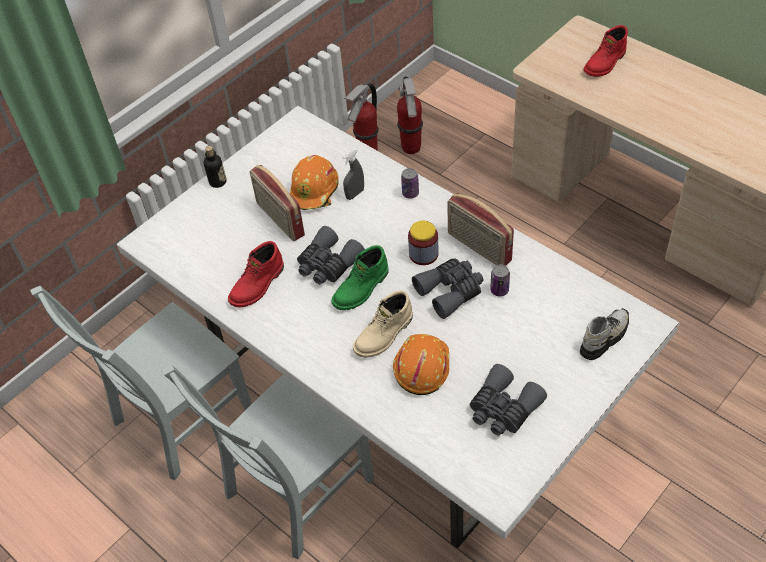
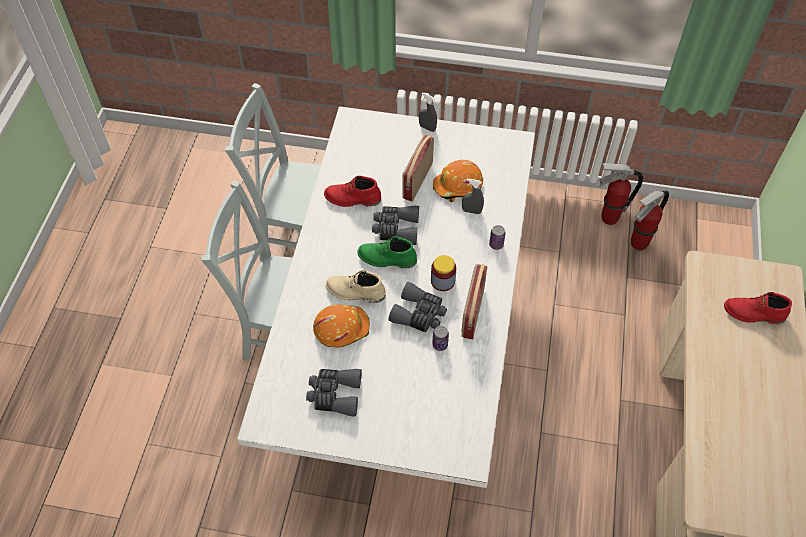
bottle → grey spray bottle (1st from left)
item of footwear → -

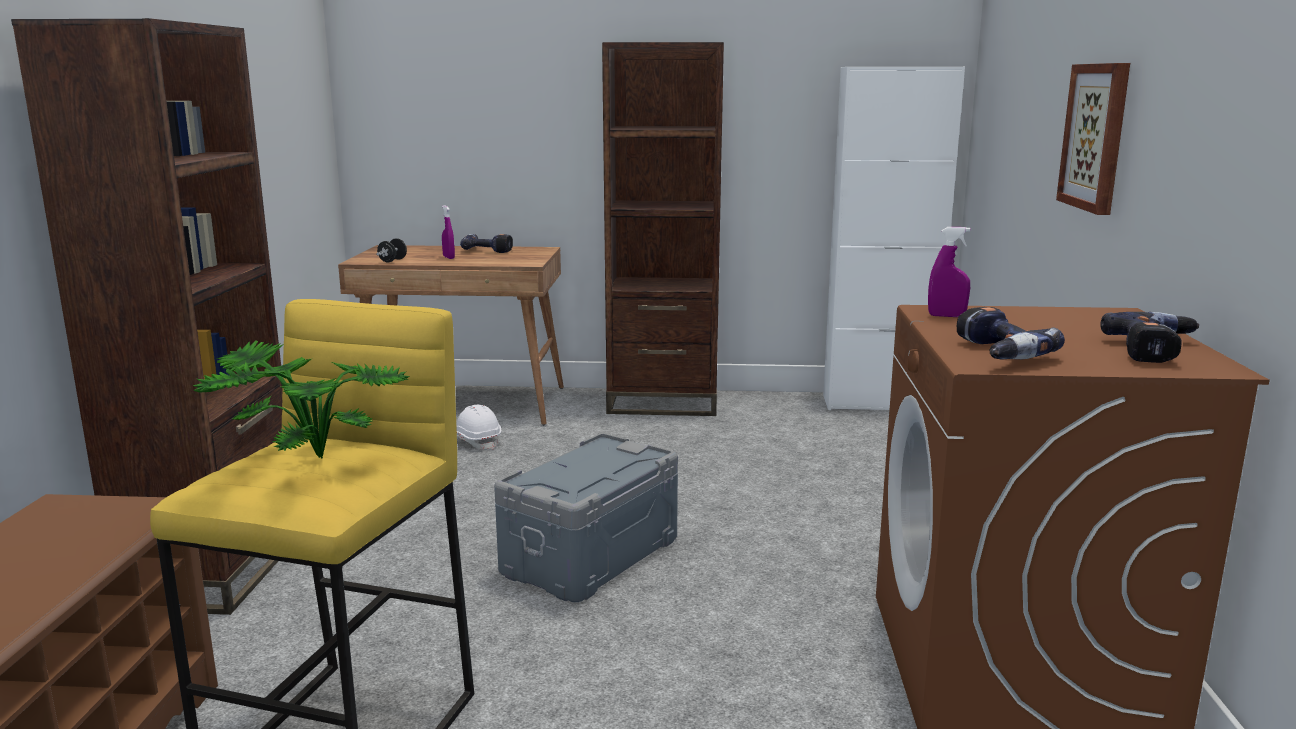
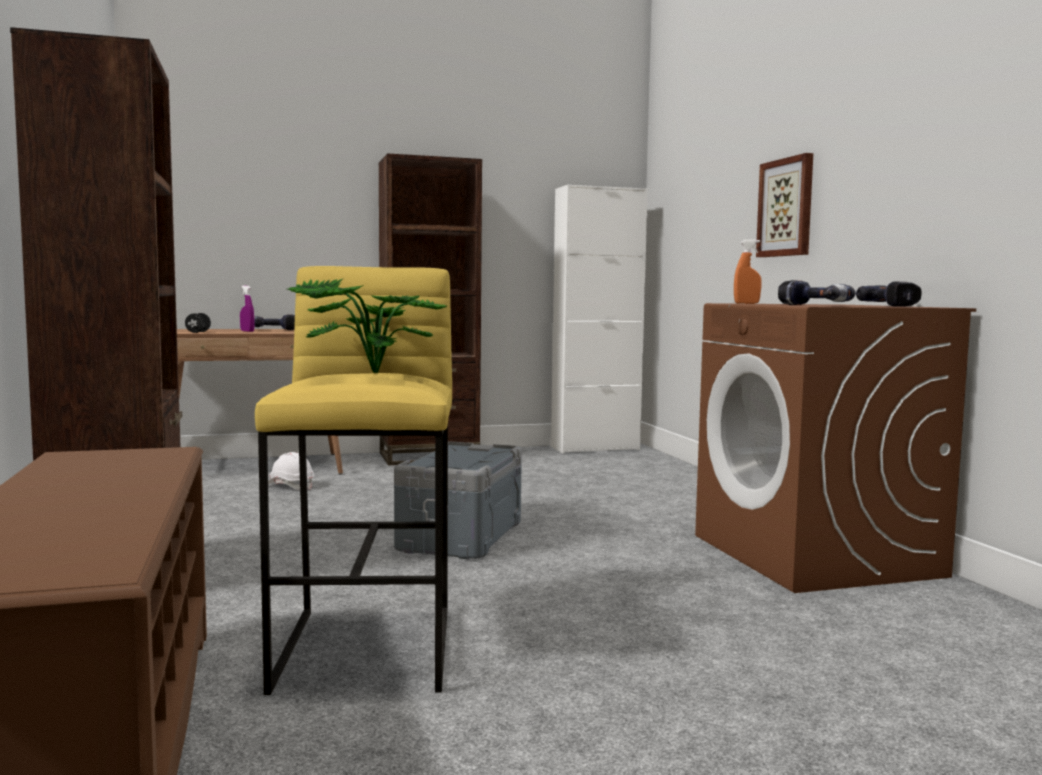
purplish spray bottle (2nd from left) → orangey spray bottle

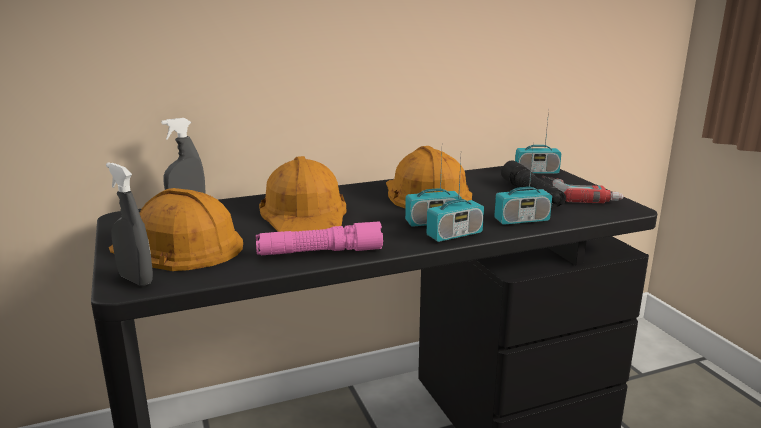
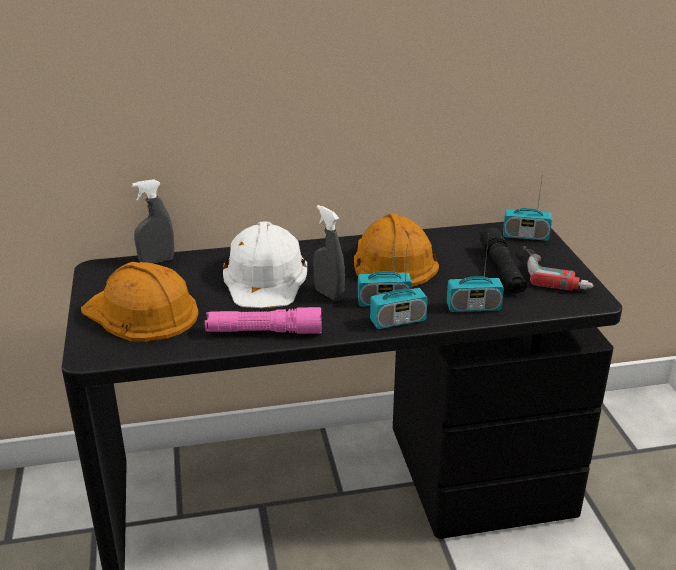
orangey safety helmet (2nd from left) → white-coloured safety helmet
grey spray bottle (1st from left in the first image) → grey spray bottle (2nd from left), move

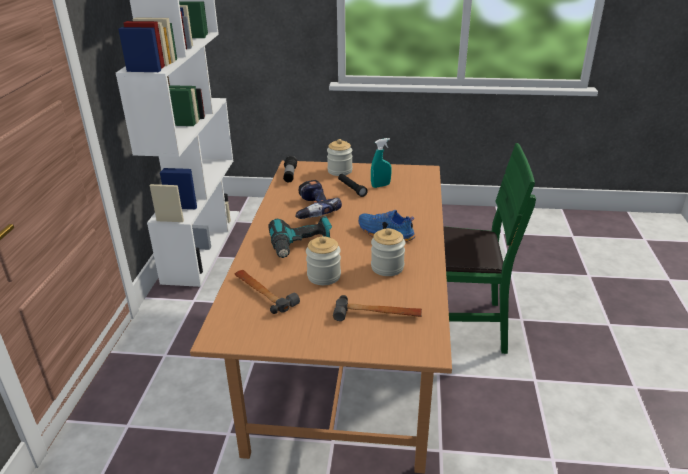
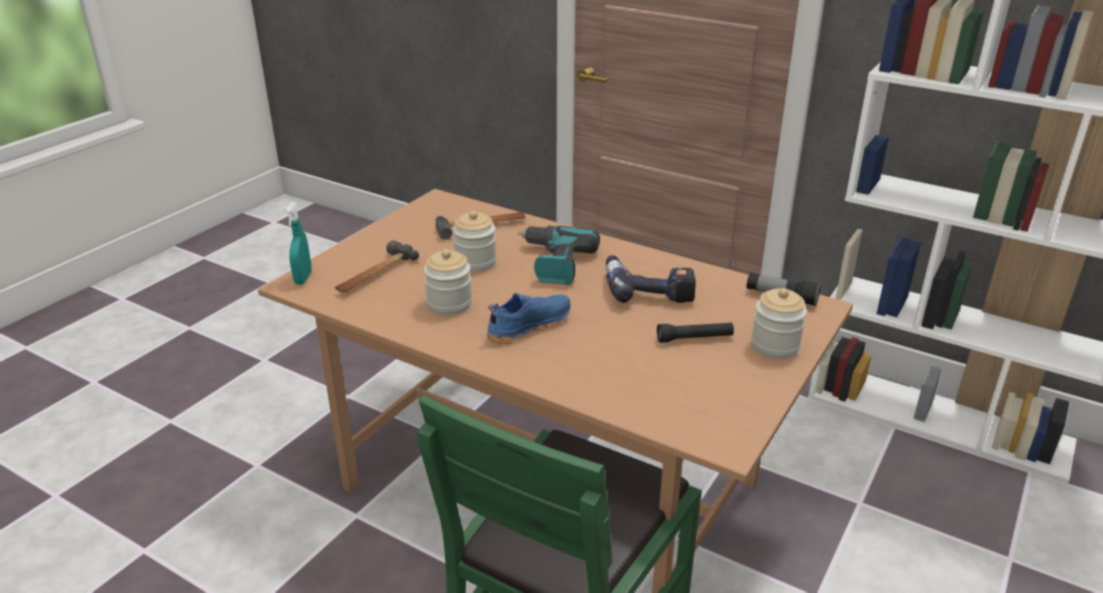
blue-green spray bottle, move

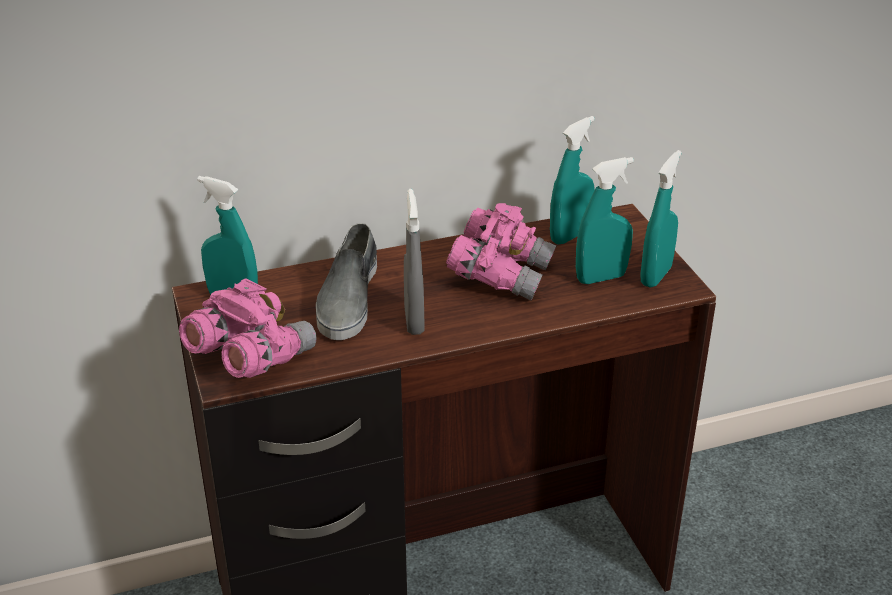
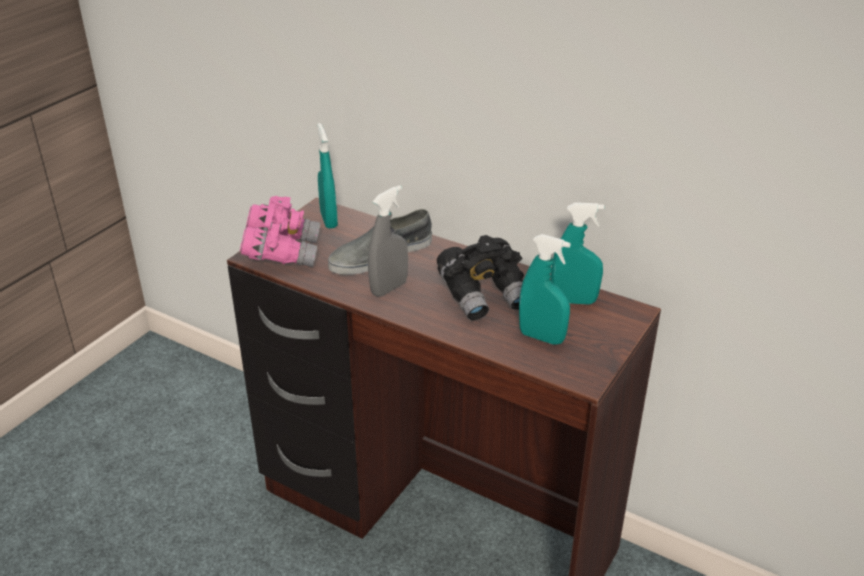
pink-coloured binoculars (2nd from left) → black-coloured binoculars
blue-green spray bottle (4th from left) → -

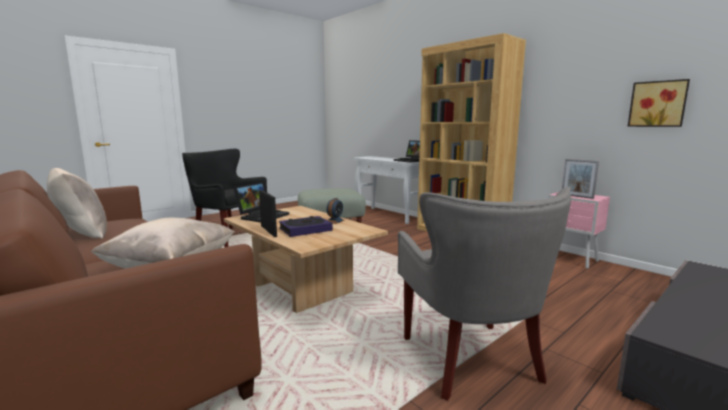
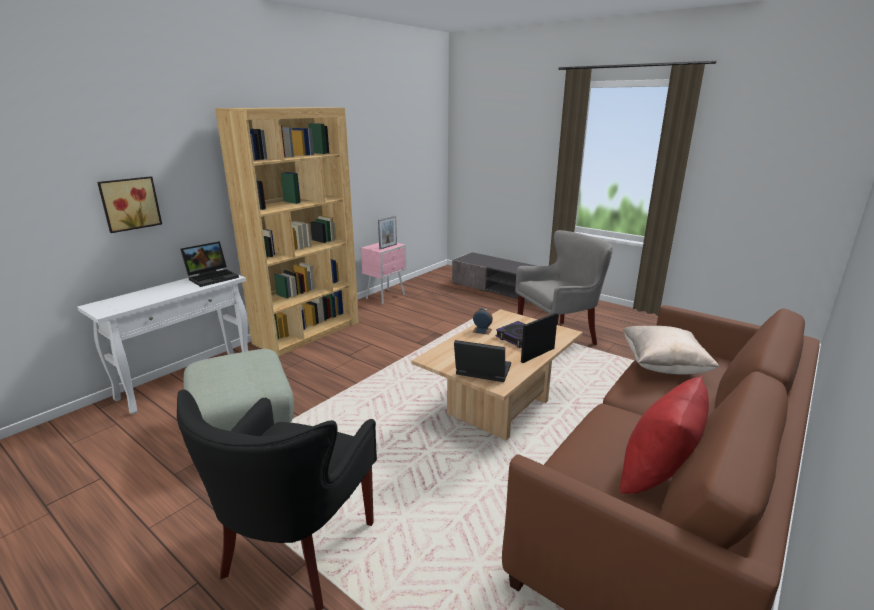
picture, move
beige pillow (1st from left) → red-coloured pillow

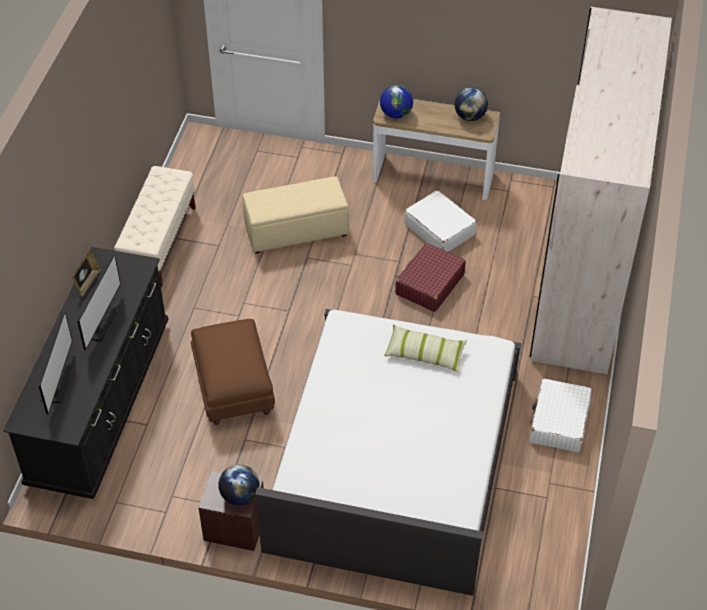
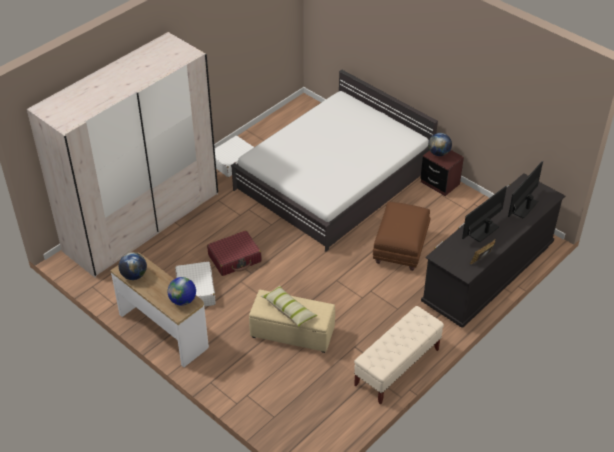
pillow, move

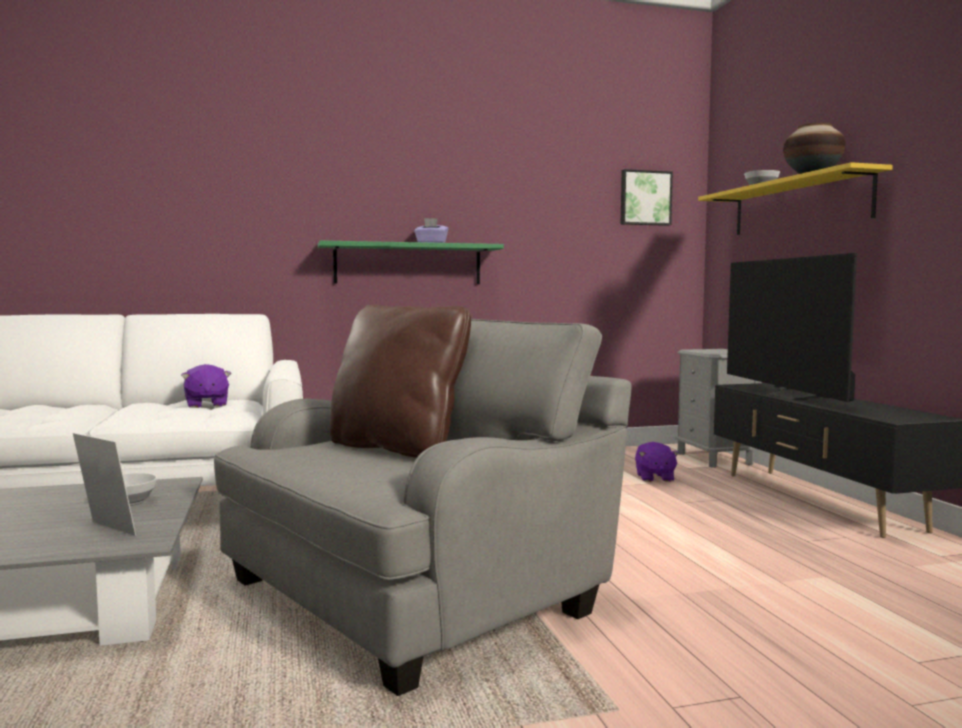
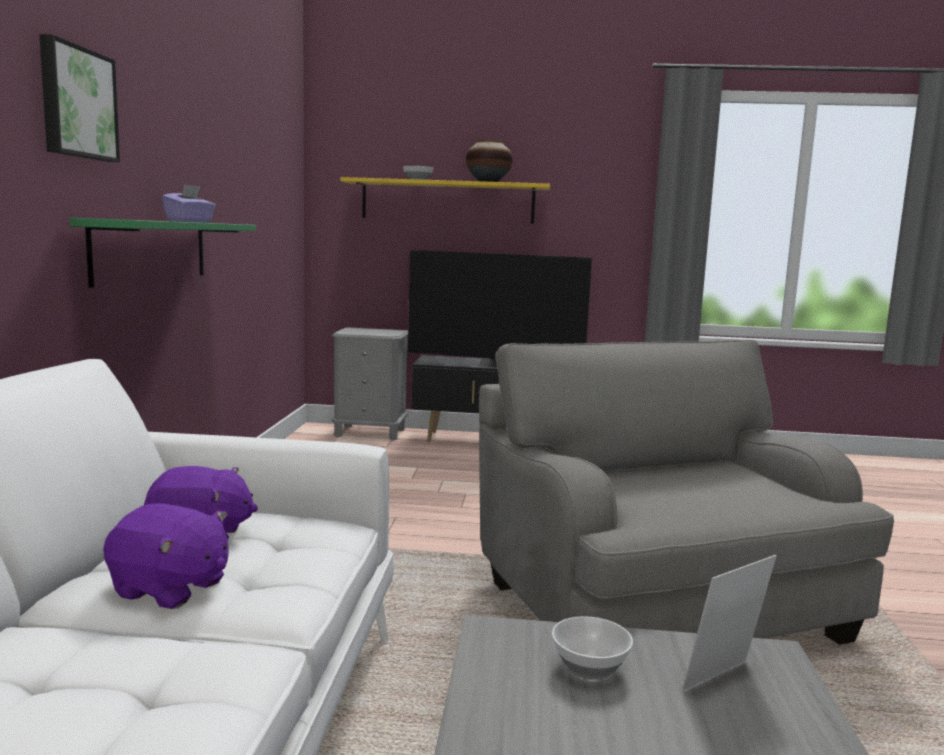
picture, move
purplish plush toy (2nd from left in the first image) → purplish plush toy (1st from left), move
brown-coloured pillow → -

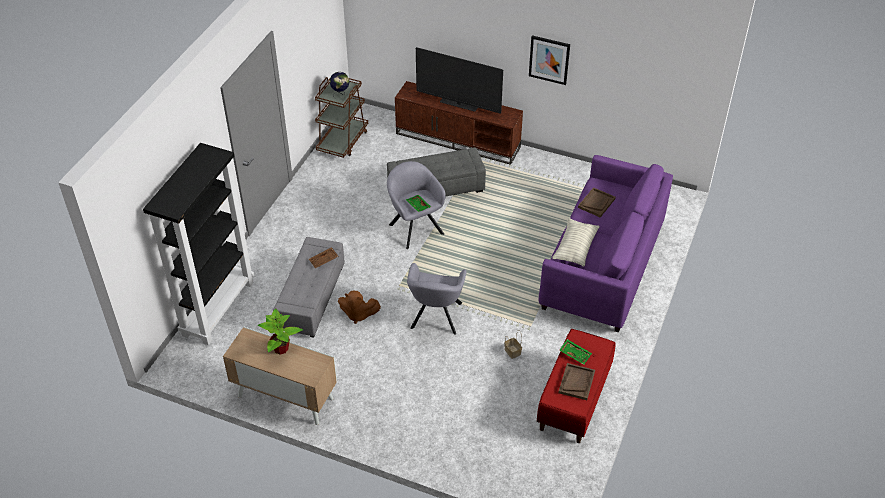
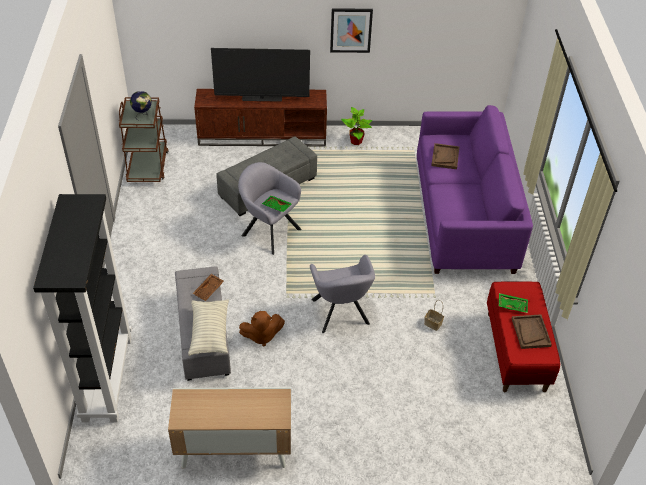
pillow, move
potted plant, move

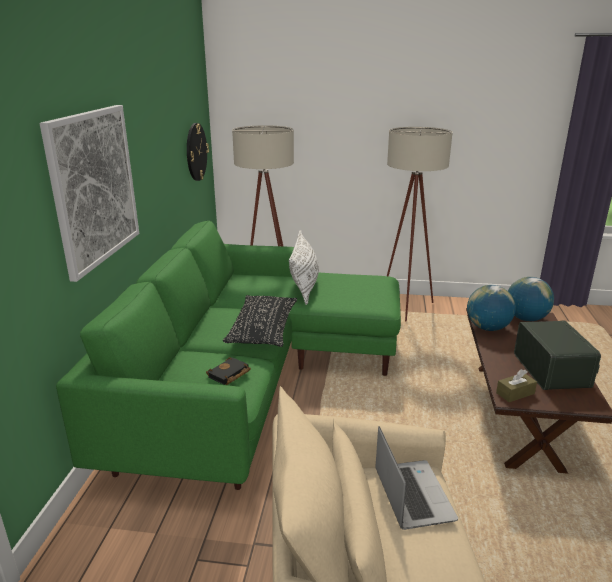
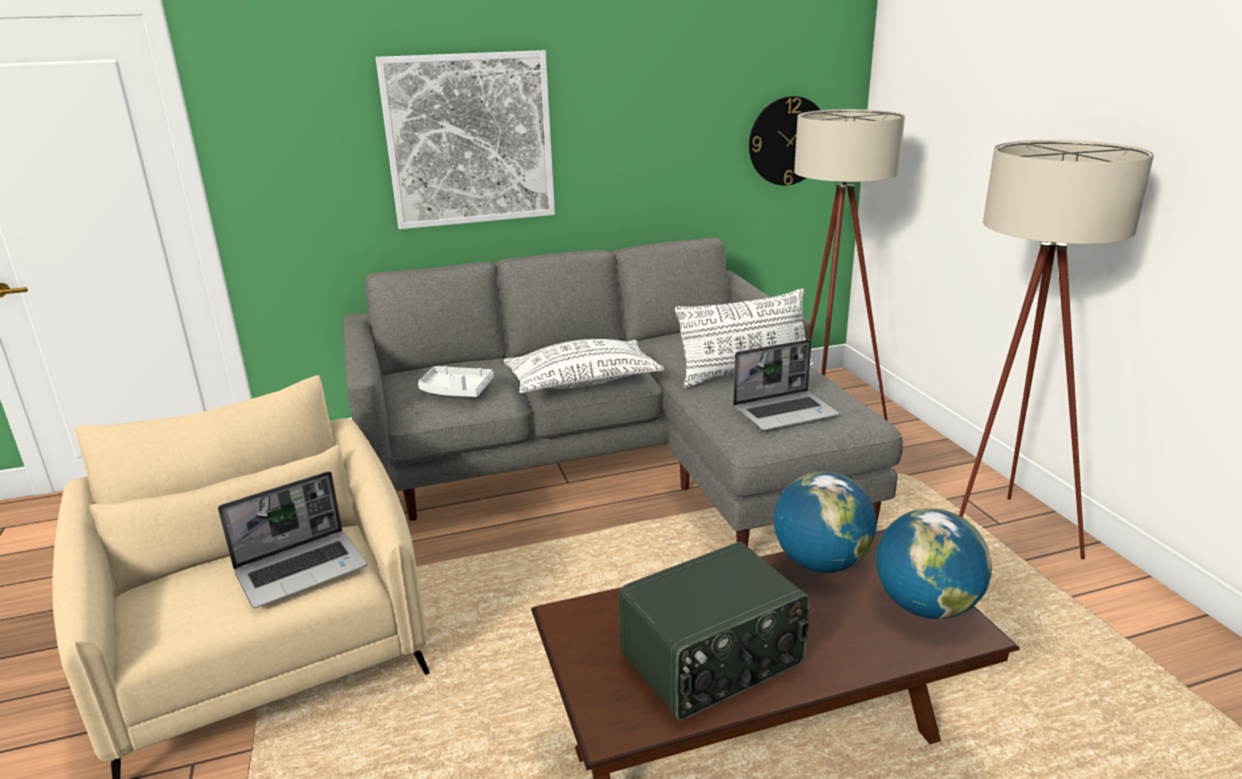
greenish couch → grey couch
black-coloured book → white-coloured tray
black-coloured pillow → white-coloured pillow (1st from left)
- → notebook computer (2nd from left)
brown-coloured tissue box → -

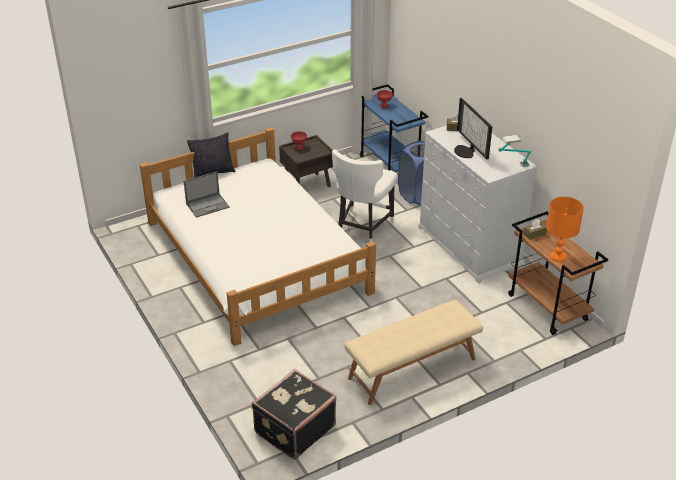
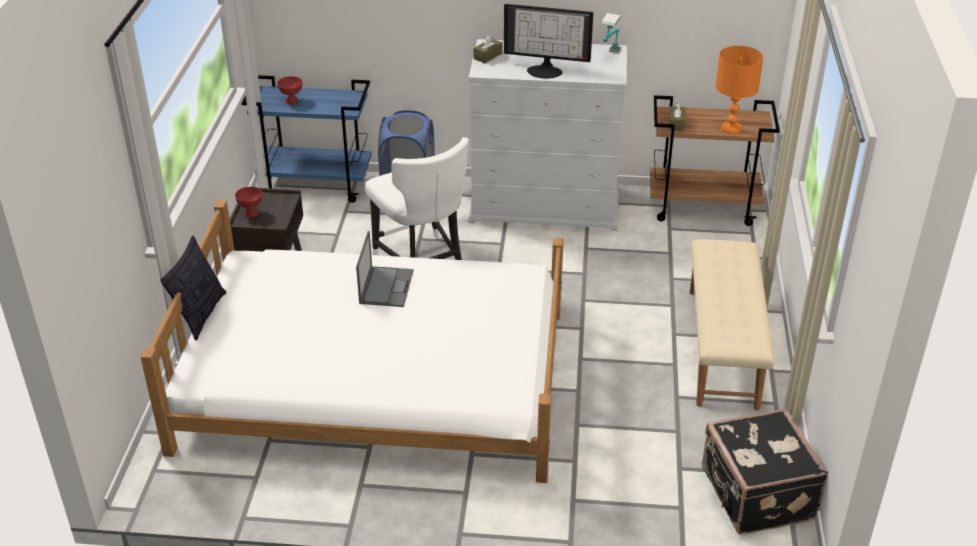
notebook computer, move

